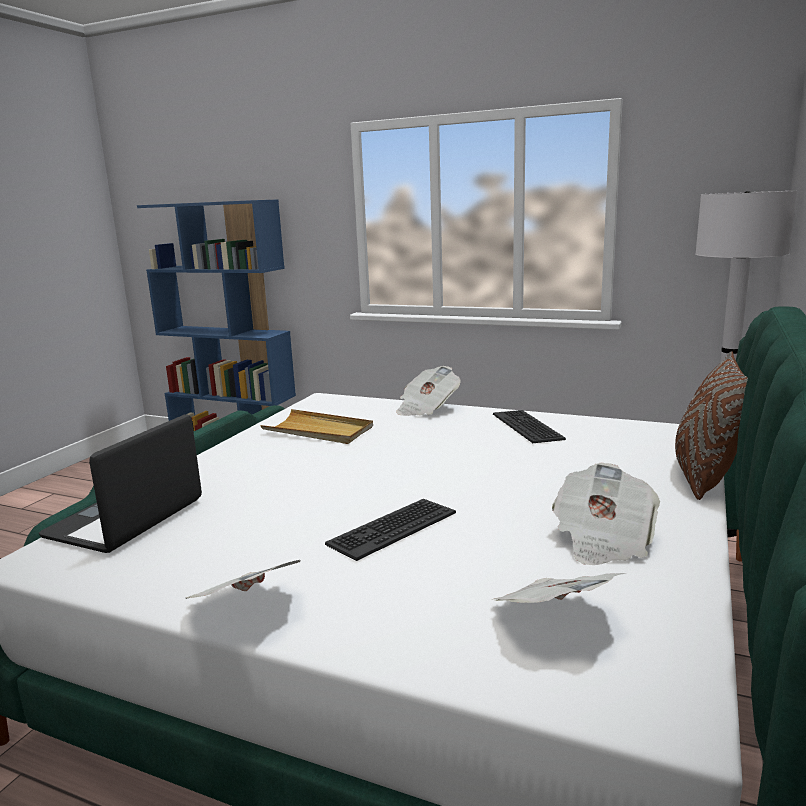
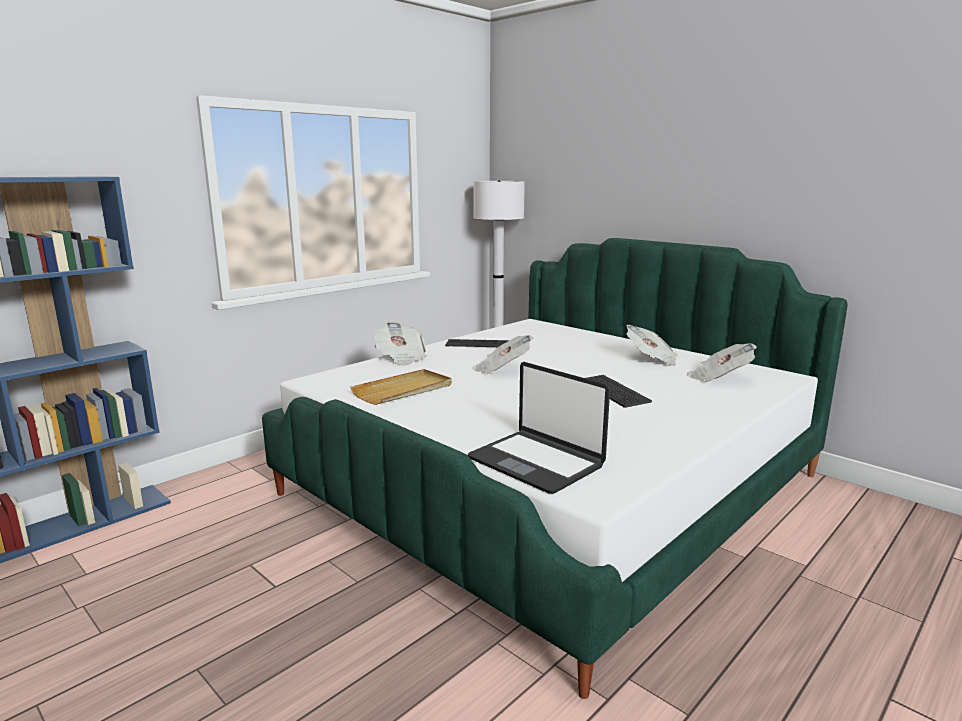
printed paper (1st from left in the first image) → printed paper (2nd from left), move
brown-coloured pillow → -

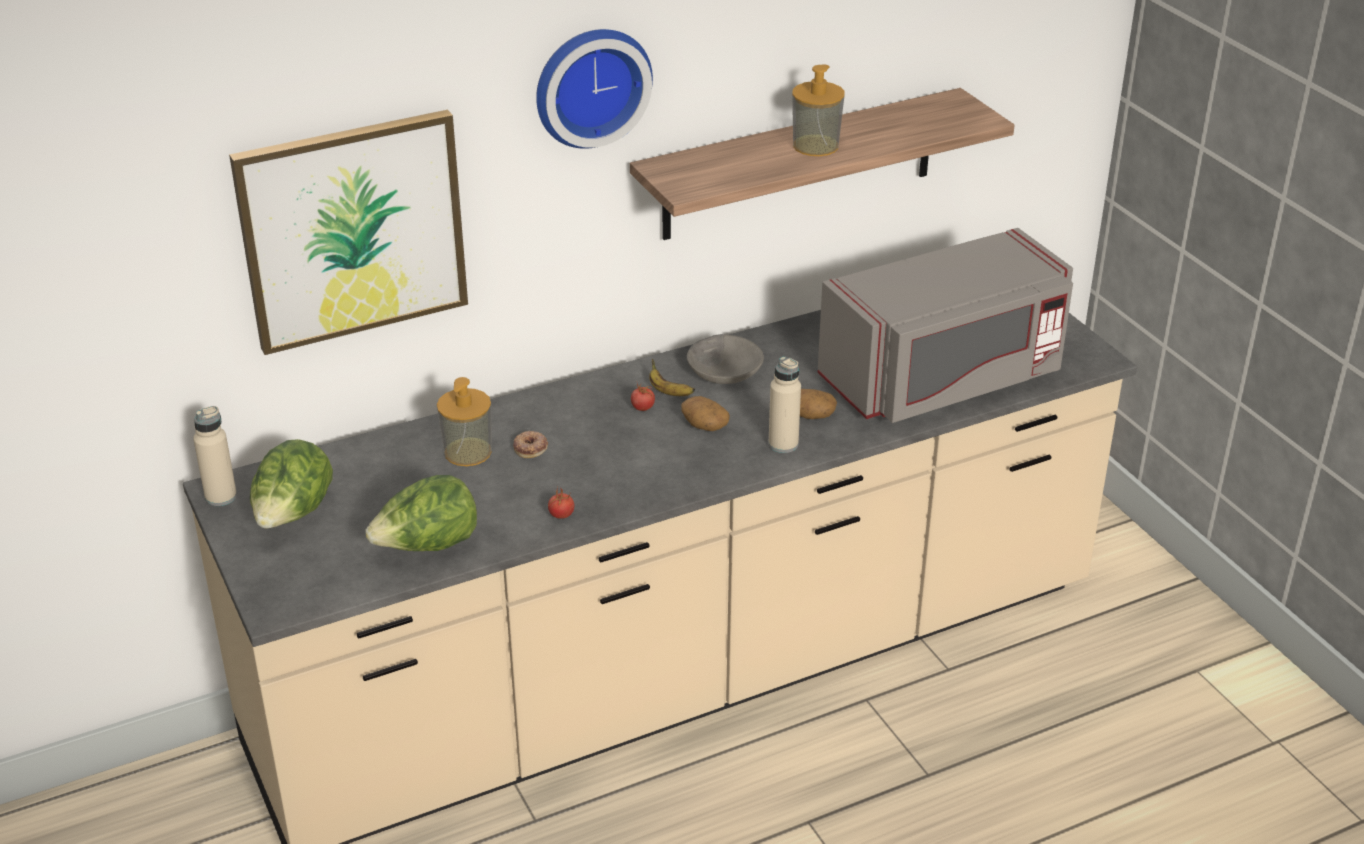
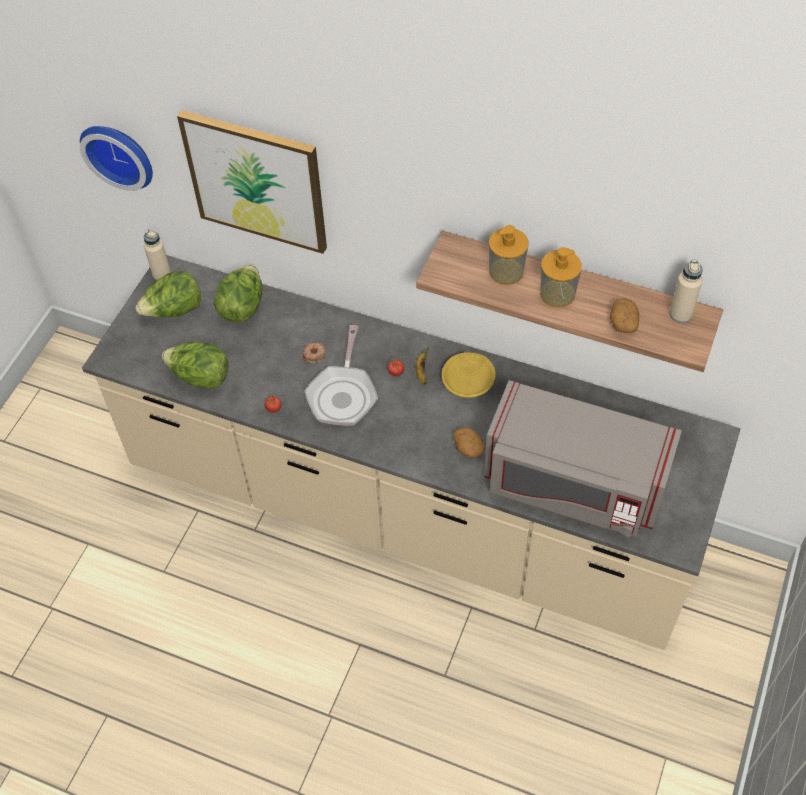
hanging clock, move
- → head of lettuce (3rd from left)
- → skillet
grey serving bowl → yellow-coloured serving bowl
soap bottle (1st from left), move
whole potato (1st from left in the first image) → whole potato (2nd from left), move
beige bottle (2nd from left), move

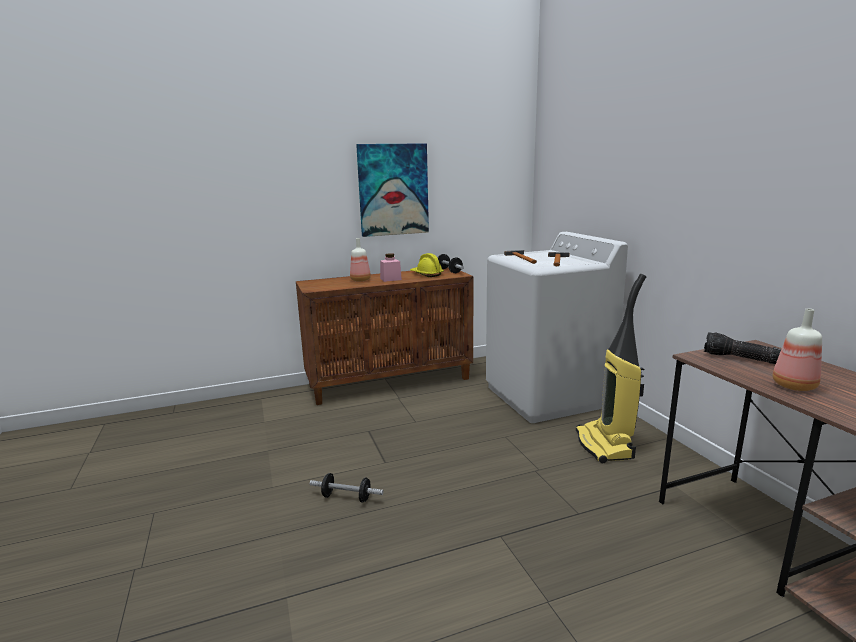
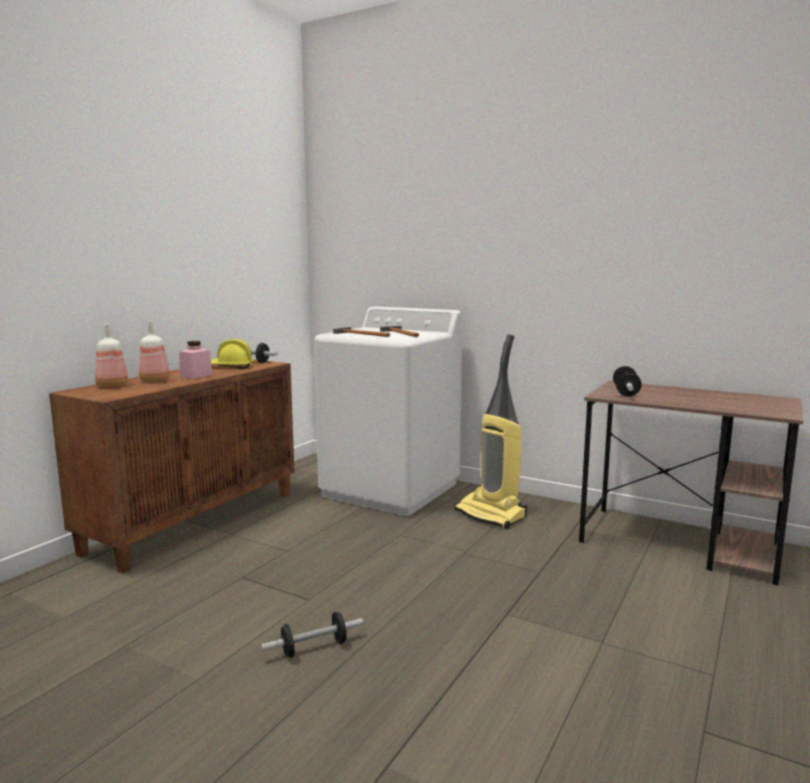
bottle (2nd from left in the first image) → bottle (1st from left), move
hand torch → hand weight (3rd from left)
picture → -

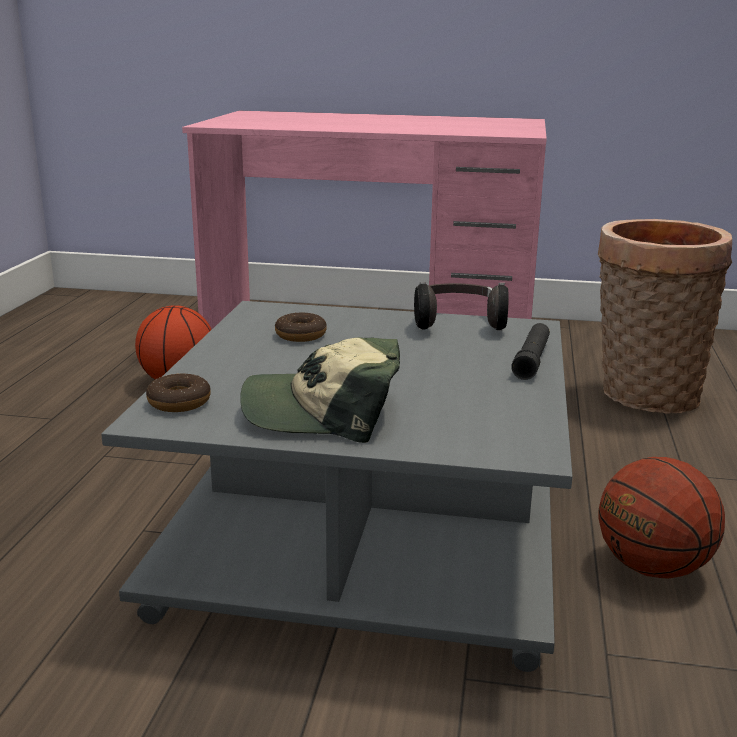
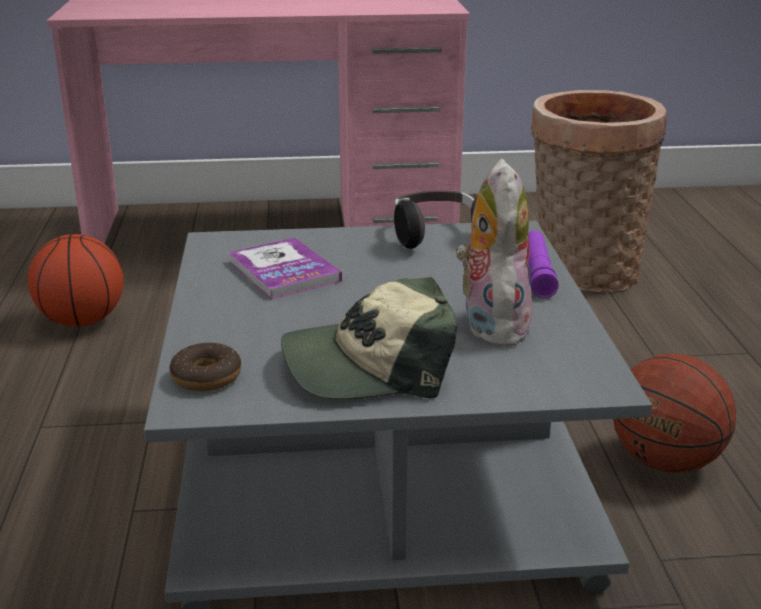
donut (2nd from left) → book
- → plush toy
black-coloured hand torch → purplish hand torch

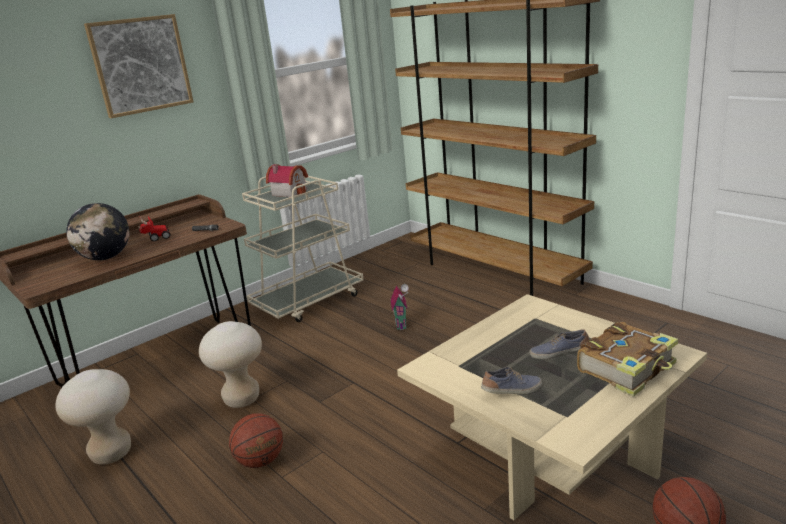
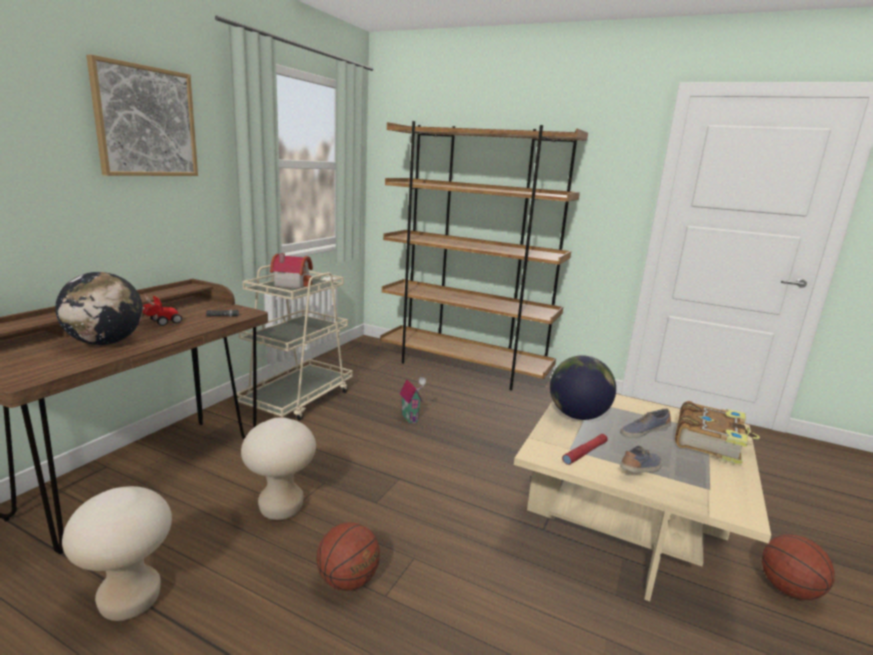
- → world globe (2nd from left)
- → red-coloured hand torch

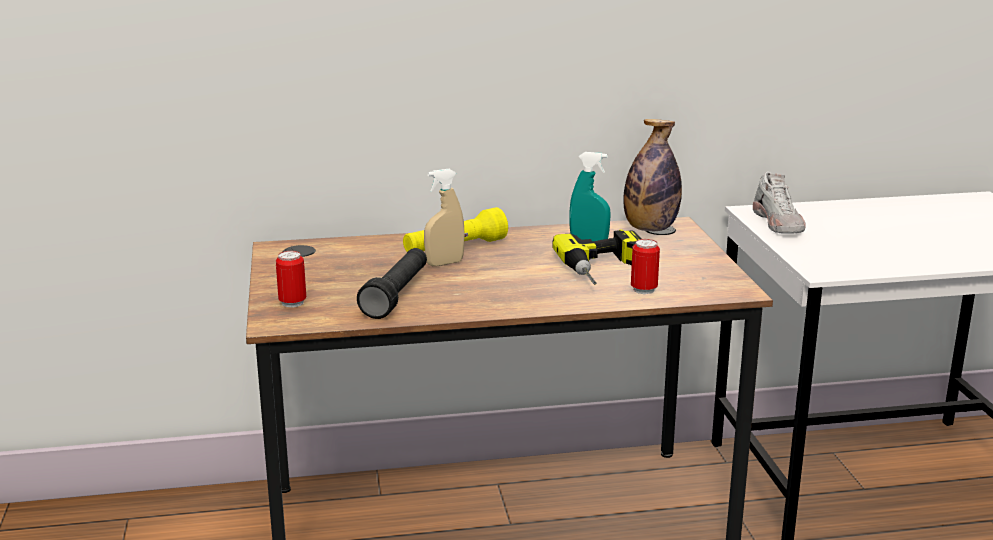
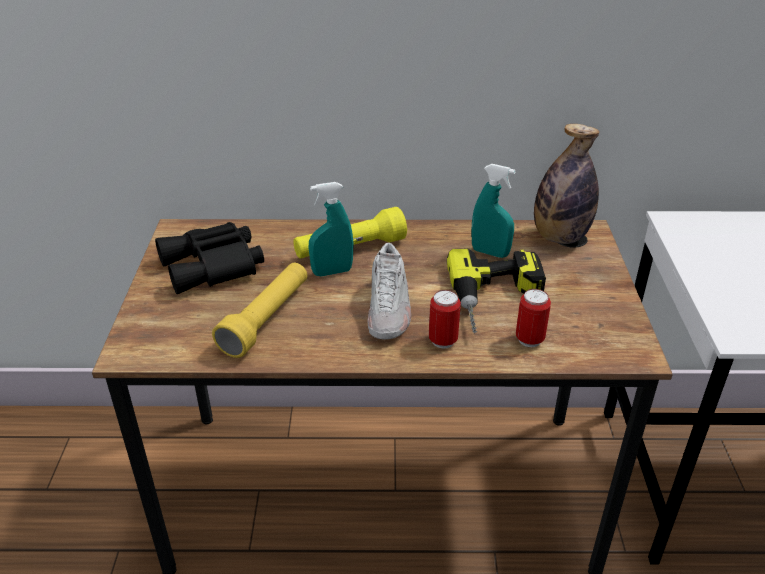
- → black-coloured binoculars
black-coloured hand torch → yellow-coloured hand torch (1st from left)
beige spray bottle → blue-green spray bottle (1st from left)
white-coloured item of footwear, move
sealed can (1st from left), move

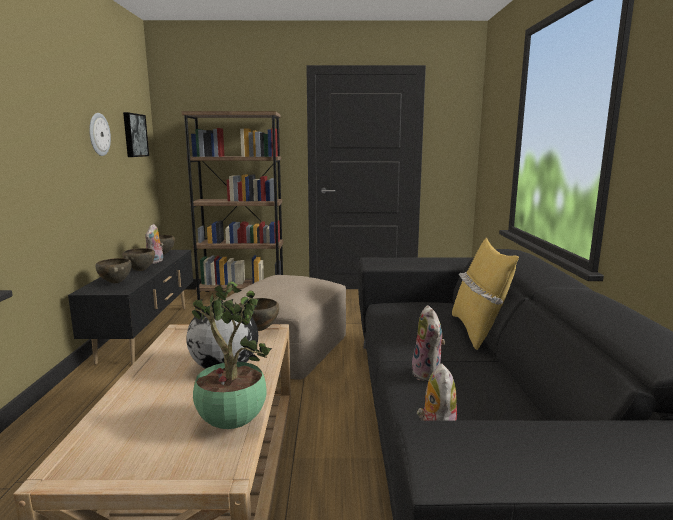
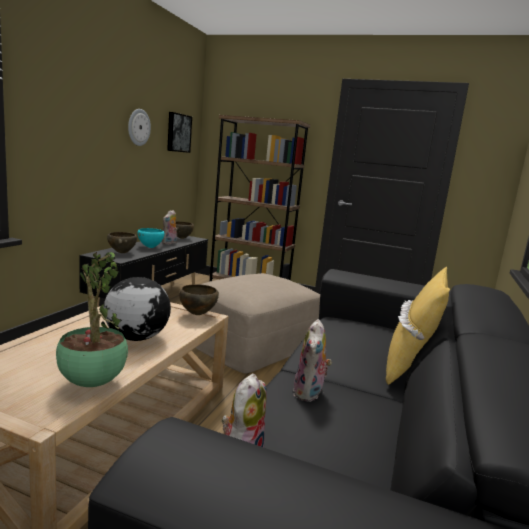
brown-coloured serving bowl (2nd from left) → blue-green serving bowl

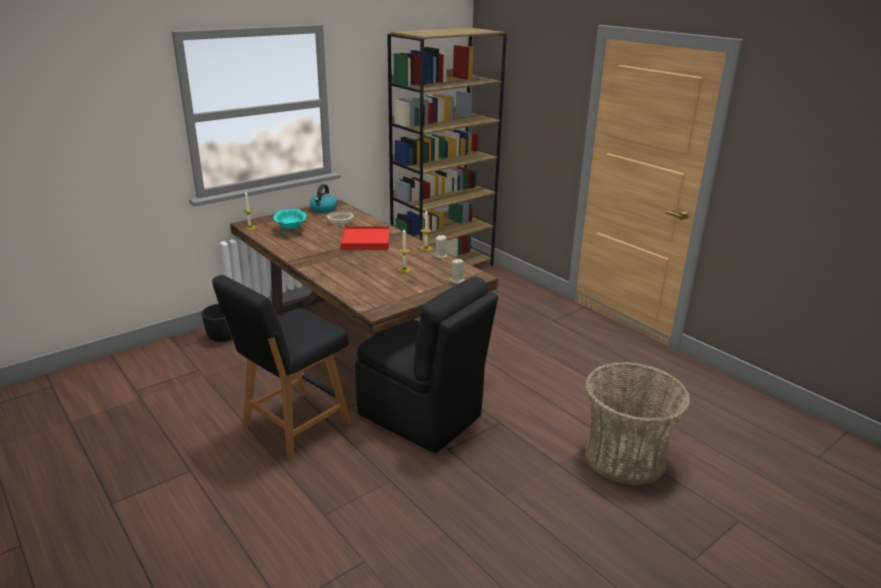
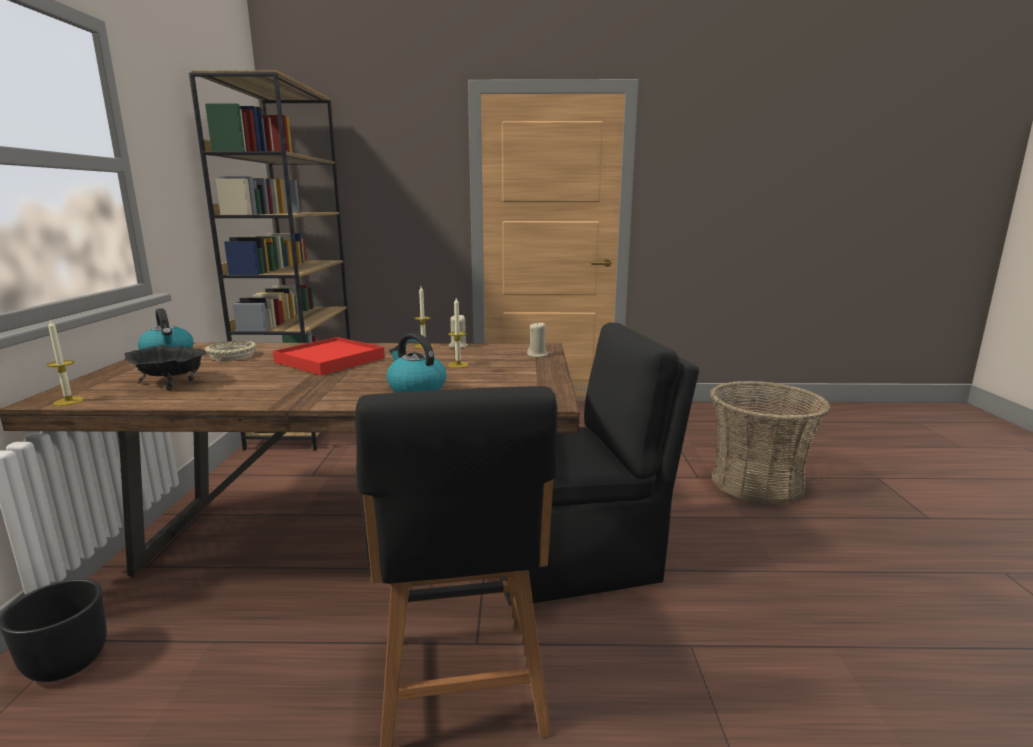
blue-green serving bowl → black-coloured serving bowl
- → water kettle (2nd from left)

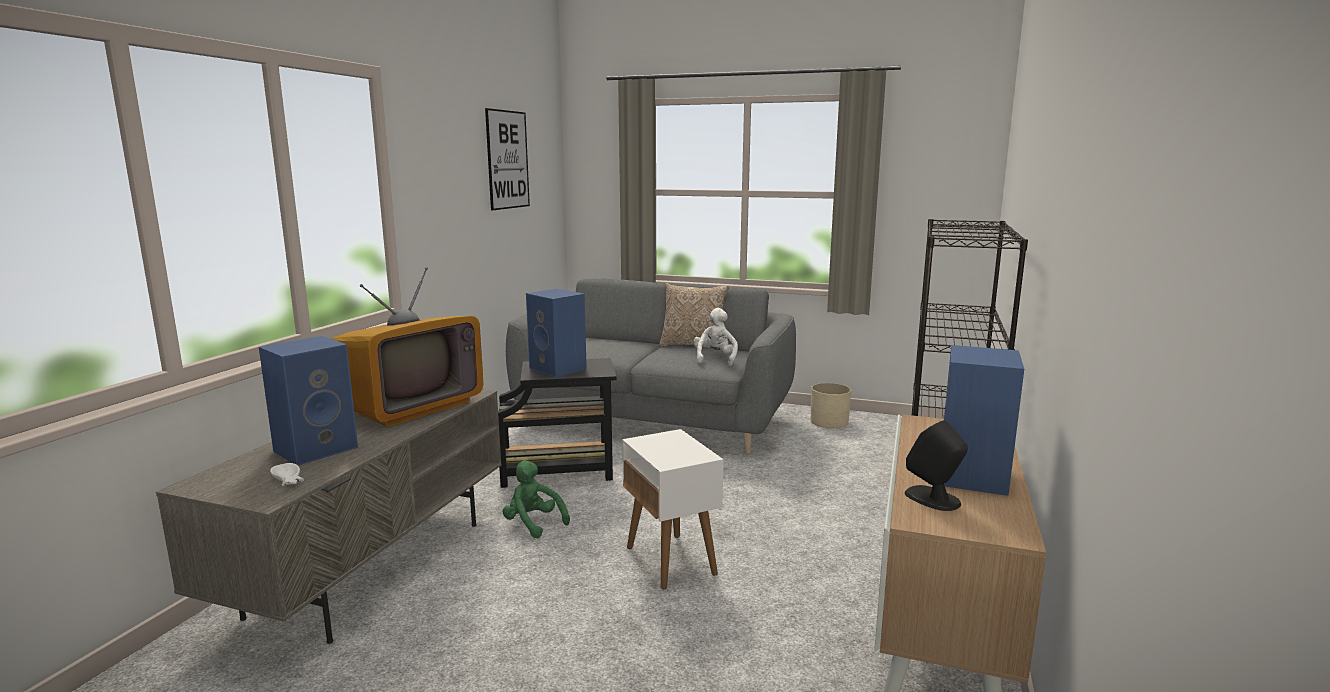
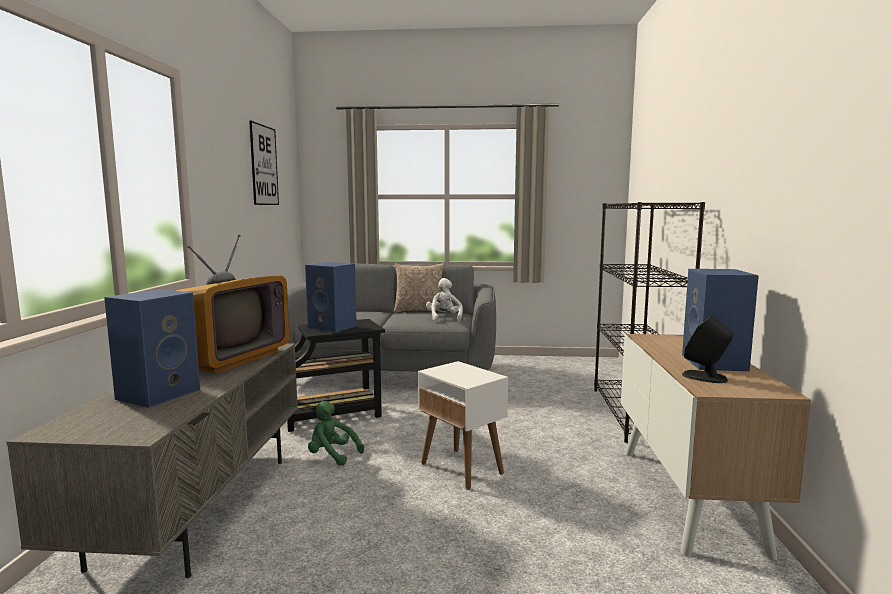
white-coloured serving bowl → -
beige flower pot → -

